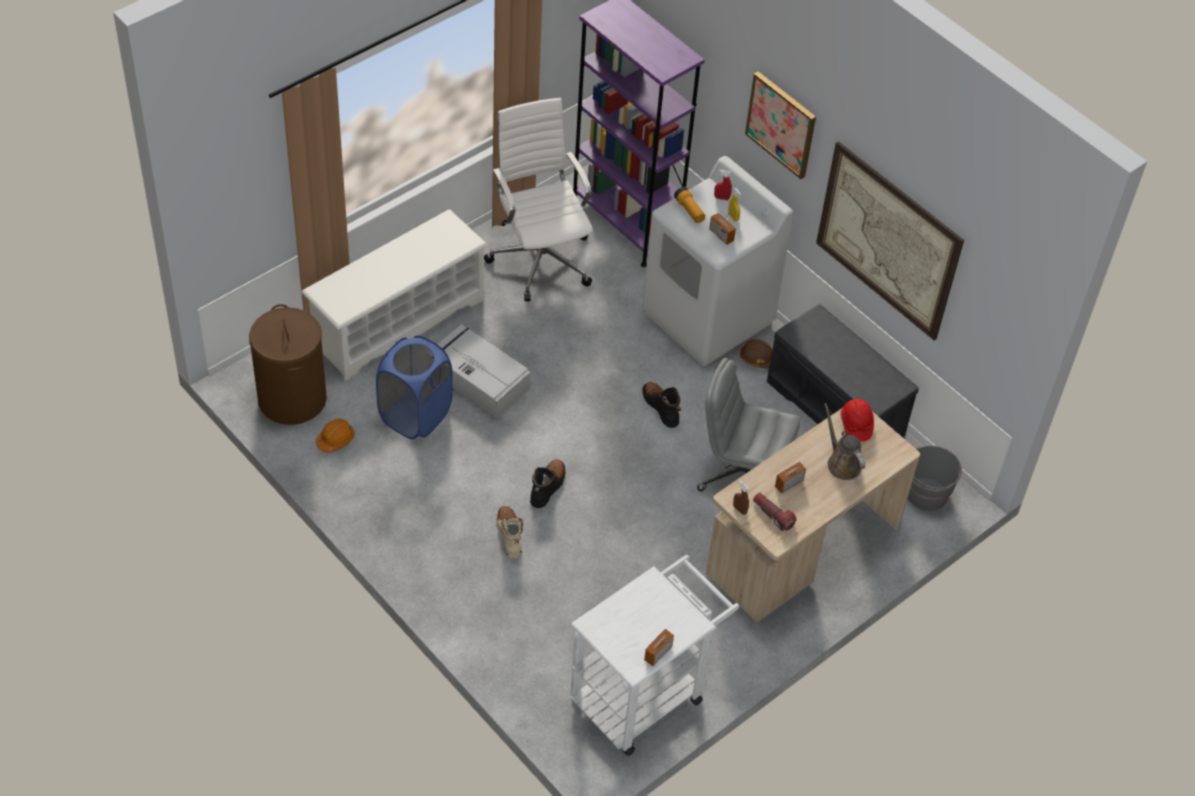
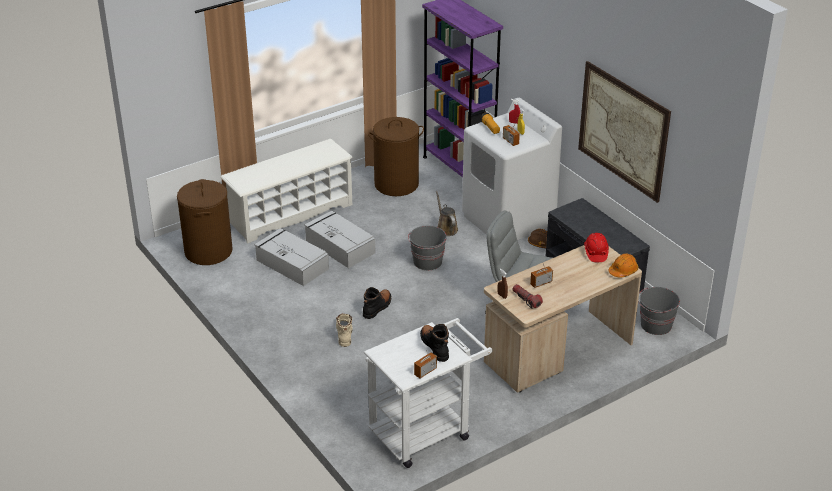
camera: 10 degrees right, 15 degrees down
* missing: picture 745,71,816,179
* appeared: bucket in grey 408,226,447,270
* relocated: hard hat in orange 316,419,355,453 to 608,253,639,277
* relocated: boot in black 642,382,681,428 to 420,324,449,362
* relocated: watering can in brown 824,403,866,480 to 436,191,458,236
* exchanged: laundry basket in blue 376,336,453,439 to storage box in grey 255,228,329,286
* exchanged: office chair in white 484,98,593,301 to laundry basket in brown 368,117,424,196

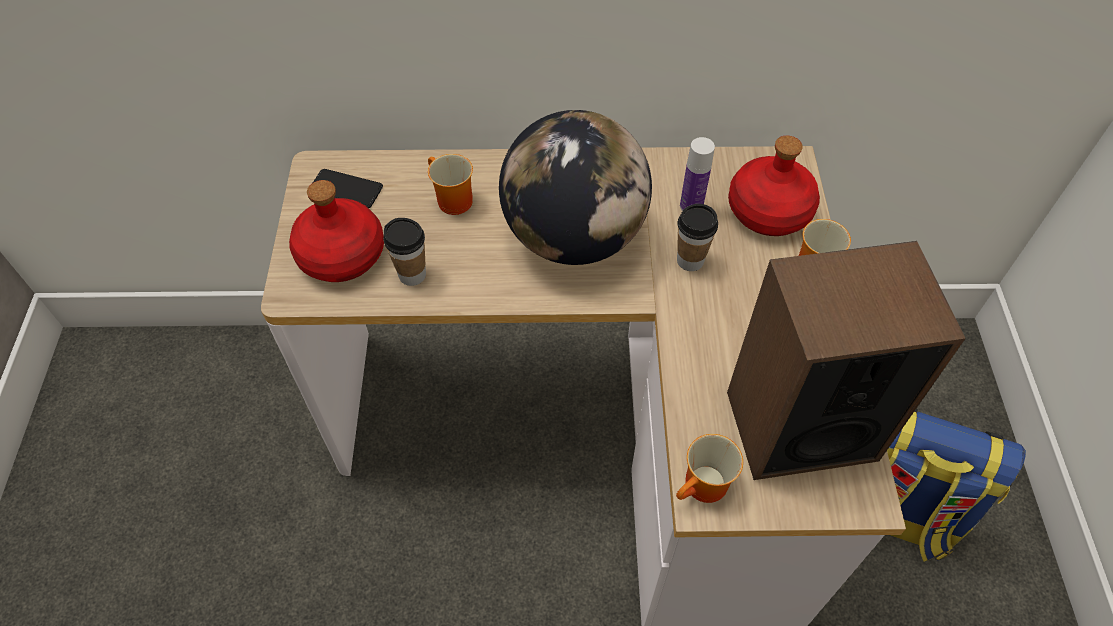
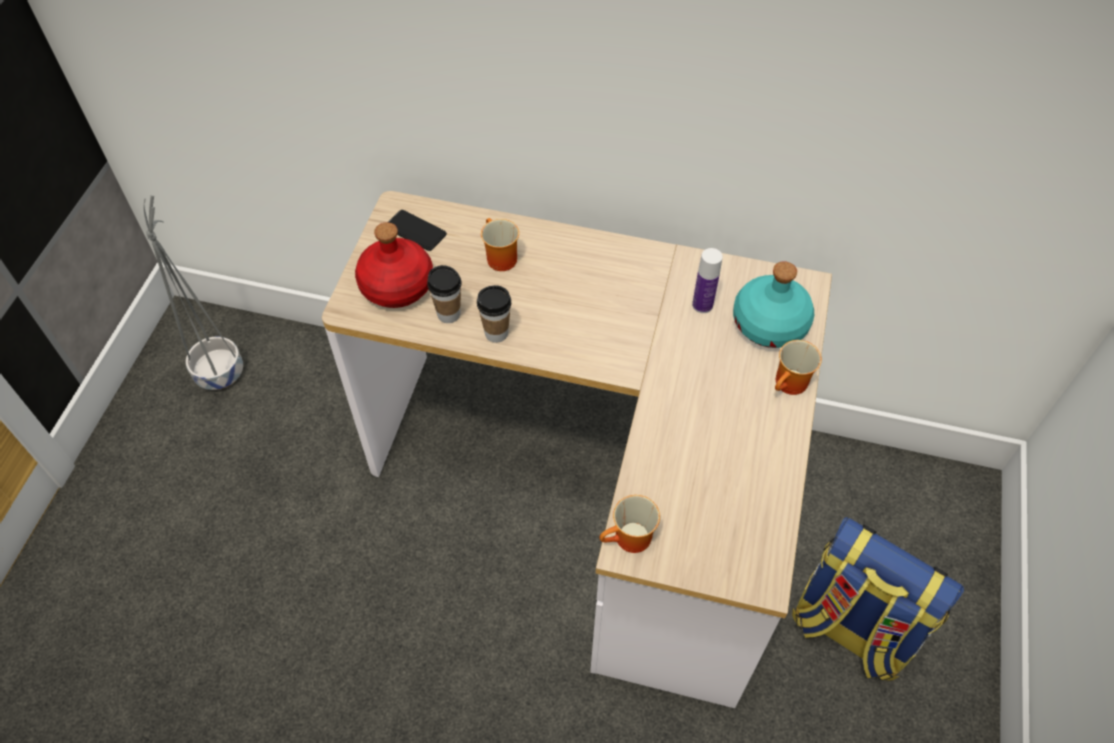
camera: 15 degrees right, 0 degrees up
* missing: globe 499,110,652,265
* missing: speaker 727,241,966,480
* appeared: planter in grey 144,196,243,390
* relocated: cup 677,204,718,271 to 477,285,511,343
* colour: bottle in red 728,136,820,236 to bottle in turquoise 733,261,814,348

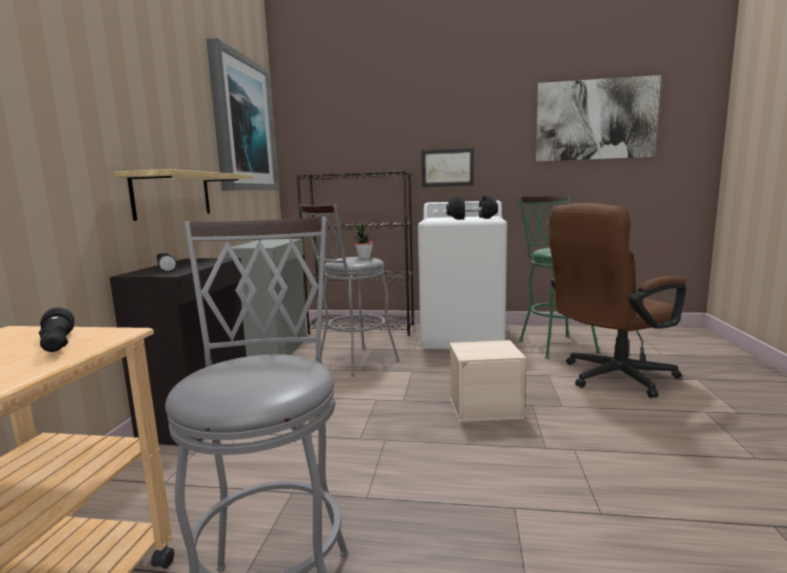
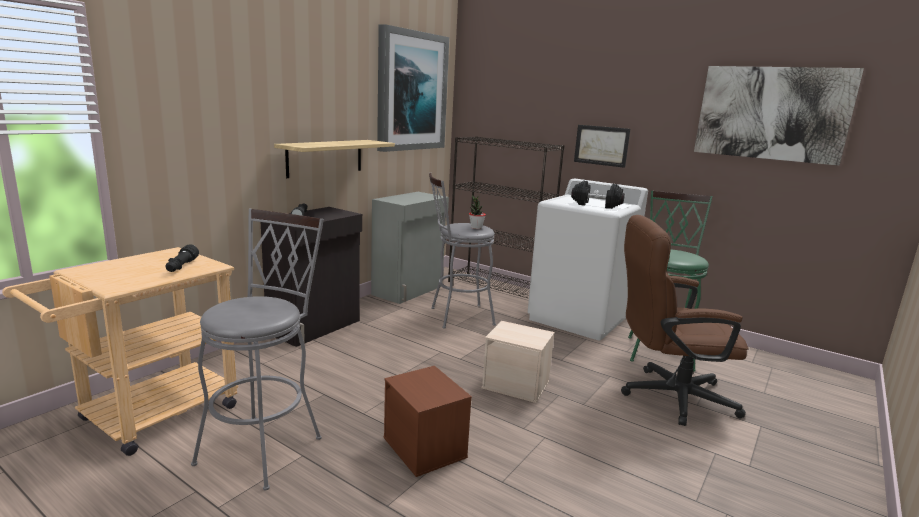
camera: 25 degrees right, 5 degrees up
* appeared: storage box in brown 384,366,472,477

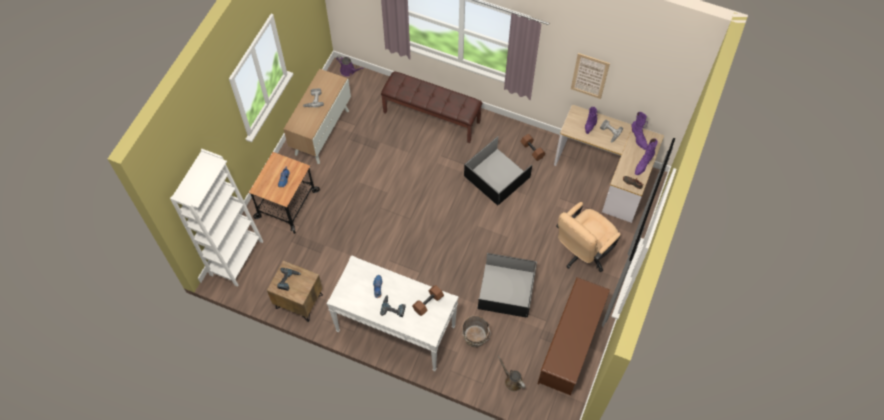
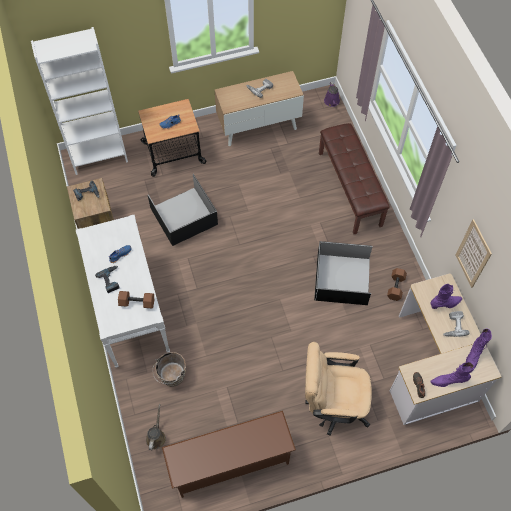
camera: 50 degrees right, 0 degrees up
* relocated: storage box in black 477,253,537,318 to 148,174,218,246

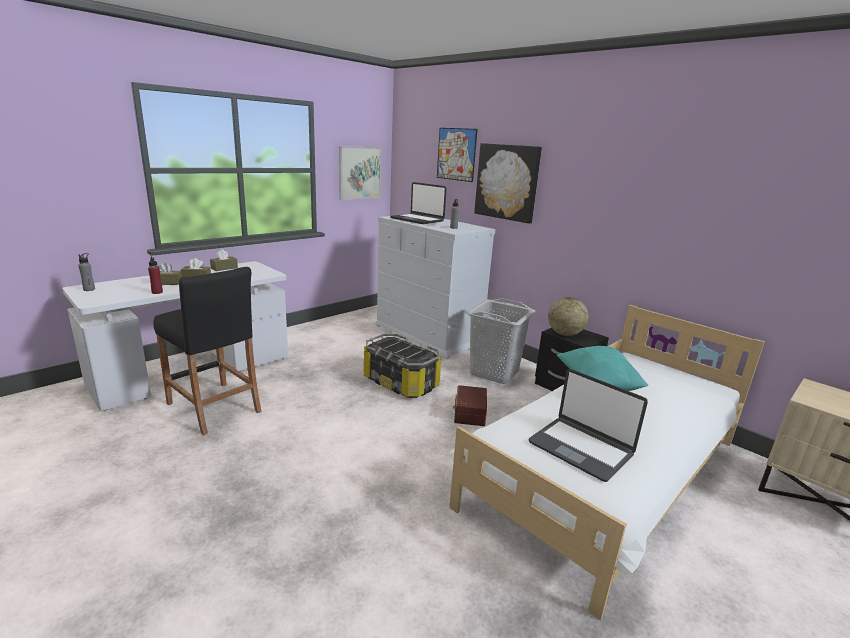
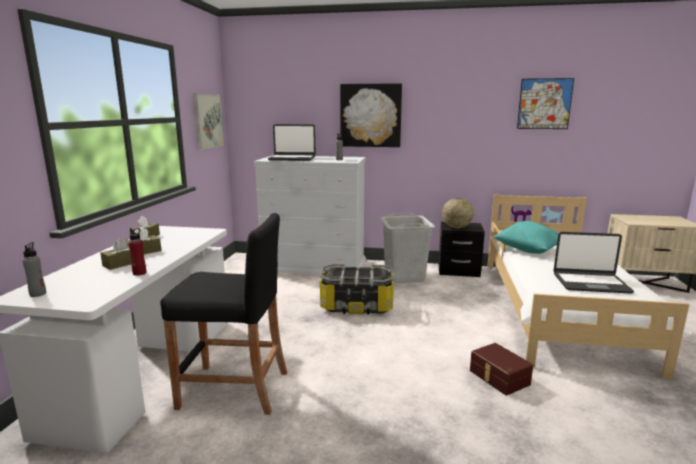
camera: 35 degrees left, 5 degrees down
* relocated: picture 437,128,478,182 to 517,78,574,129
* relocated: storage box in brown 453,385,487,426 to 470,343,533,396

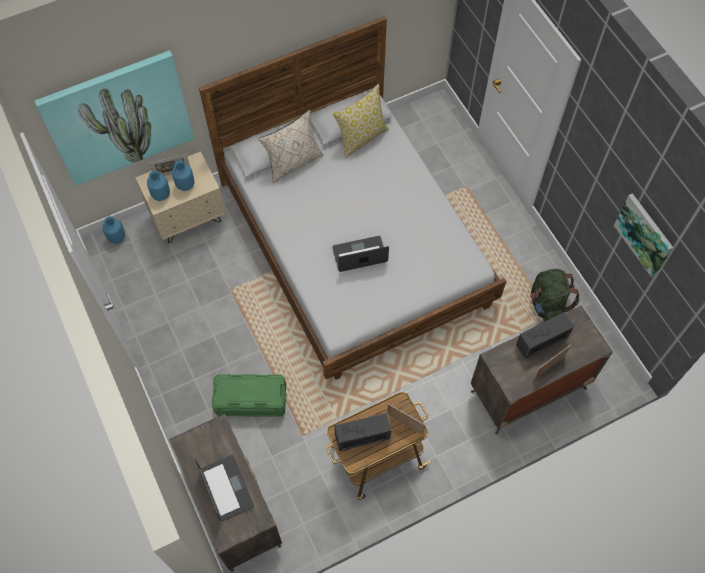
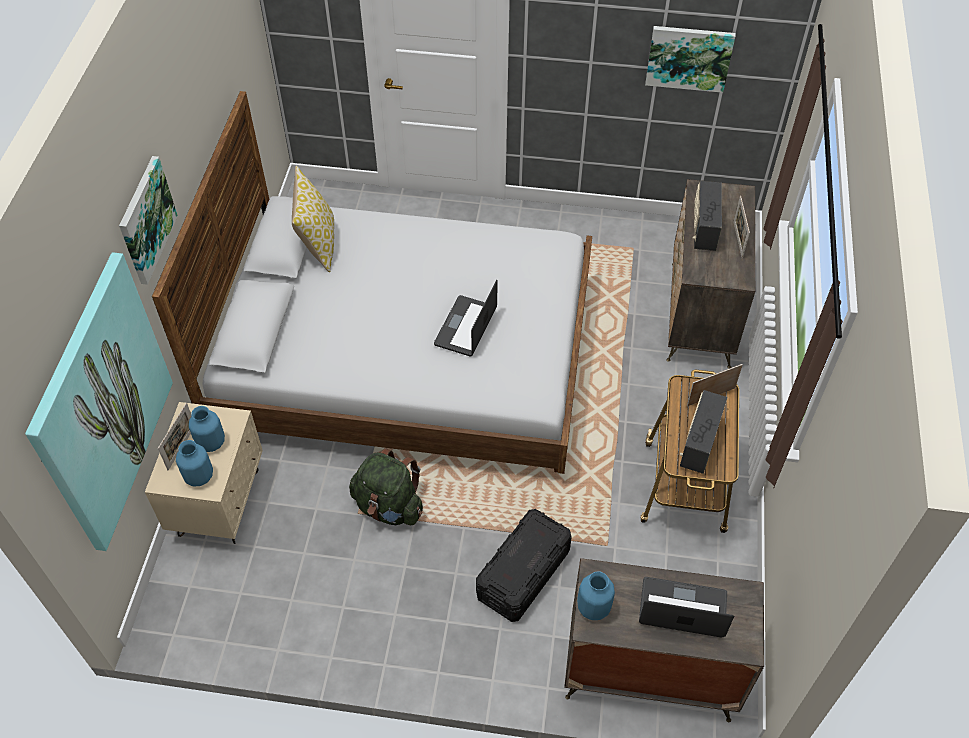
camera: 55 degrees left, 10 degrees down
* missing: pillow in beige 258,110,323,183
* appeared: picture 119,156,178,285
* relocated: vase in blue 103,216,125,244 to 577,571,615,620
* relocated: backpack in green 530,269,580,322 to 349,448,423,525
* colour: storage box in green 212,374,286,417 to storage box in black 476,509,572,622

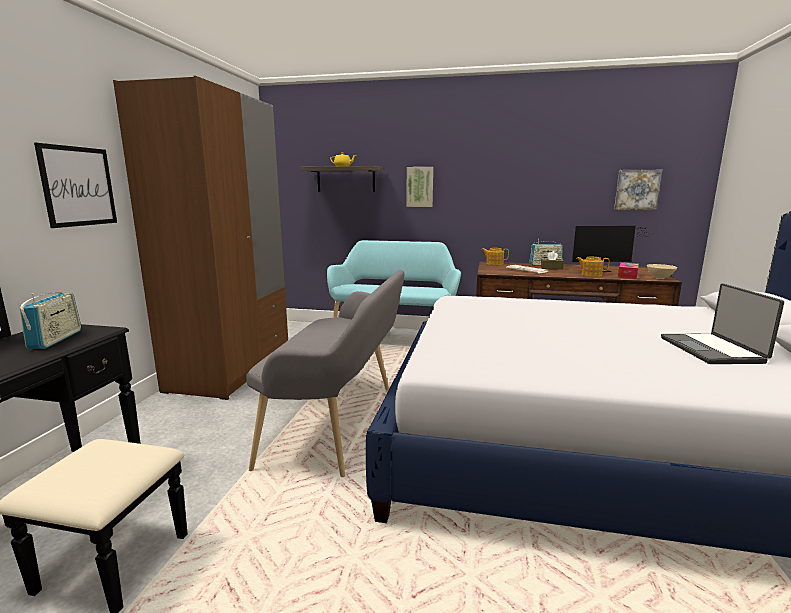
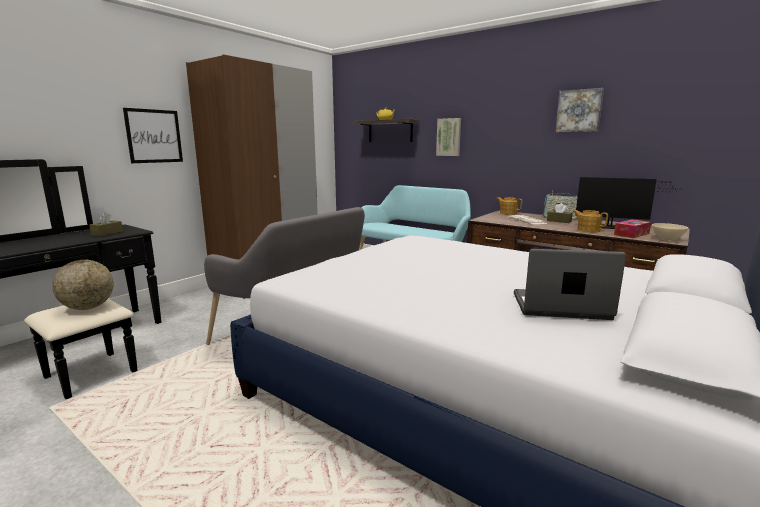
camera: 25 degrees right, 0 degrees up
* appeared: globe 52,260,114,310
* relocated: picture 614,170,662,210 to 555,88,604,132
* exchanged: radio 20,292,81,349 to tissue box in brown 90,213,123,236
* spun: laptop 661,283,784,364 = 514,249,626,320 75 degrees clockwise

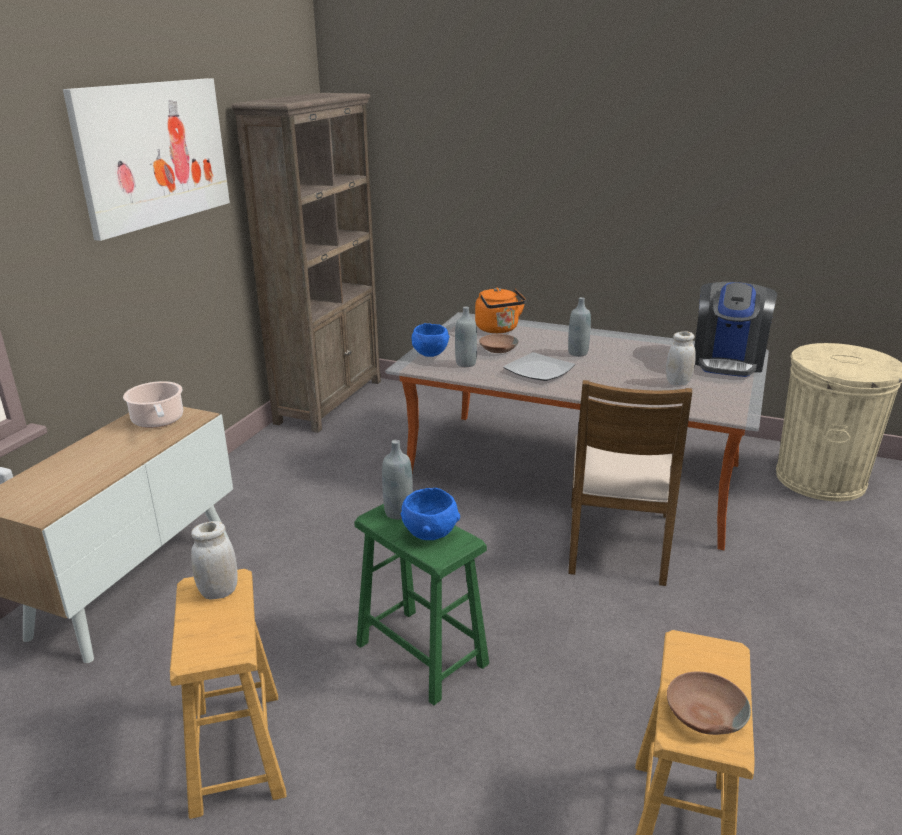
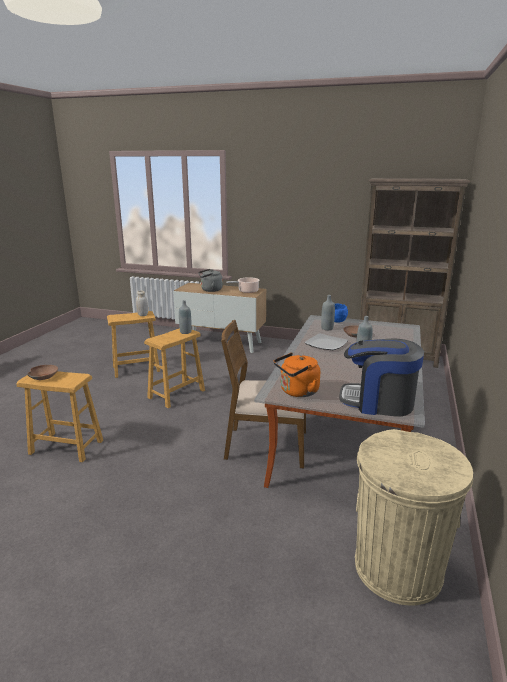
camera: 85 degrees right, 5 degrees down
* missing: picture 63,78,230,241
* missing: bowl in blue 401,488,460,540
* missing: jar in white 666,331,696,385
* appeared: kettle in grey 198,269,223,292
* relocated: kettle in orange 475,288,526,333 to 274,353,320,397
* colour: stool in green 354,504,489,705 to stool in brown 144,328,205,408

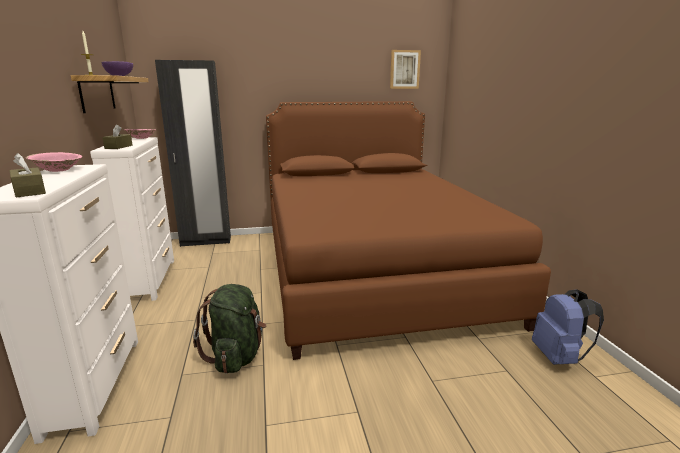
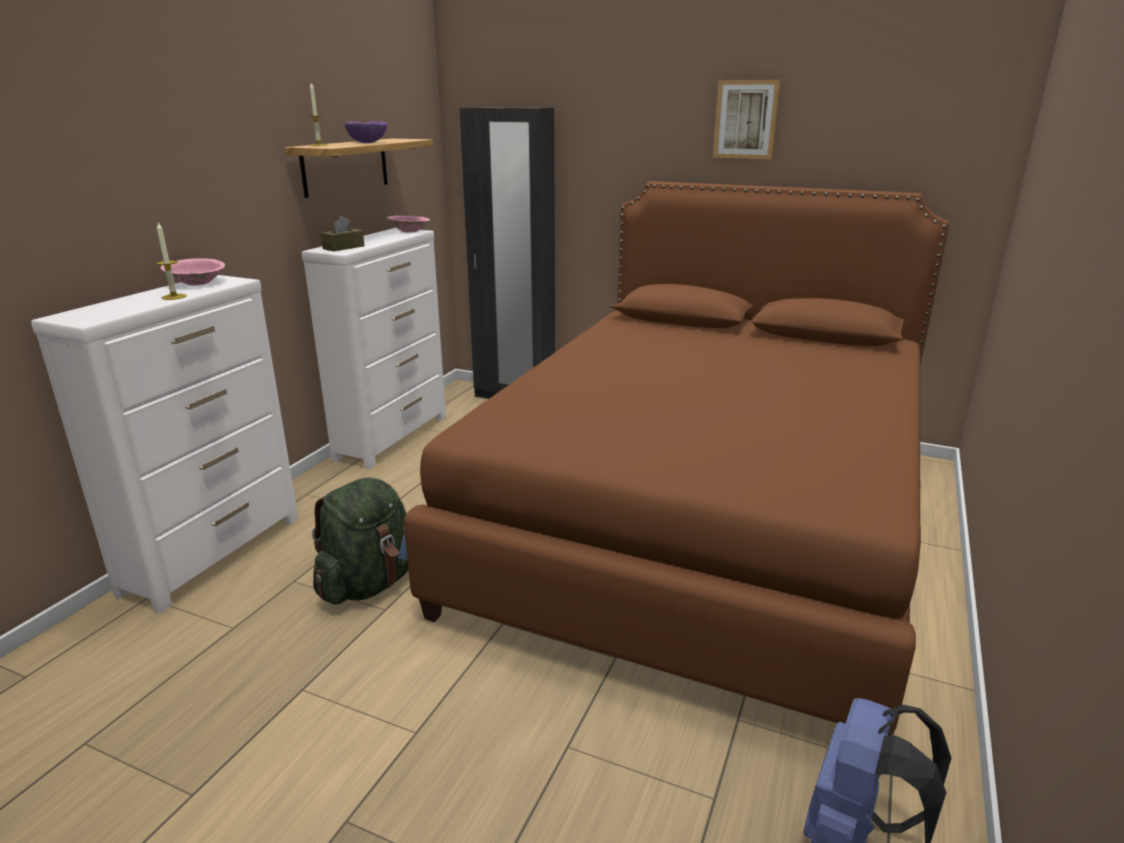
camera: 35 degrees right, 5 degrees up
* missing: tissue box in brown 10,153,46,198
* appeared: candle 156,223,187,300
* relocated: picture 390,50,421,89 to 713,80,781,159

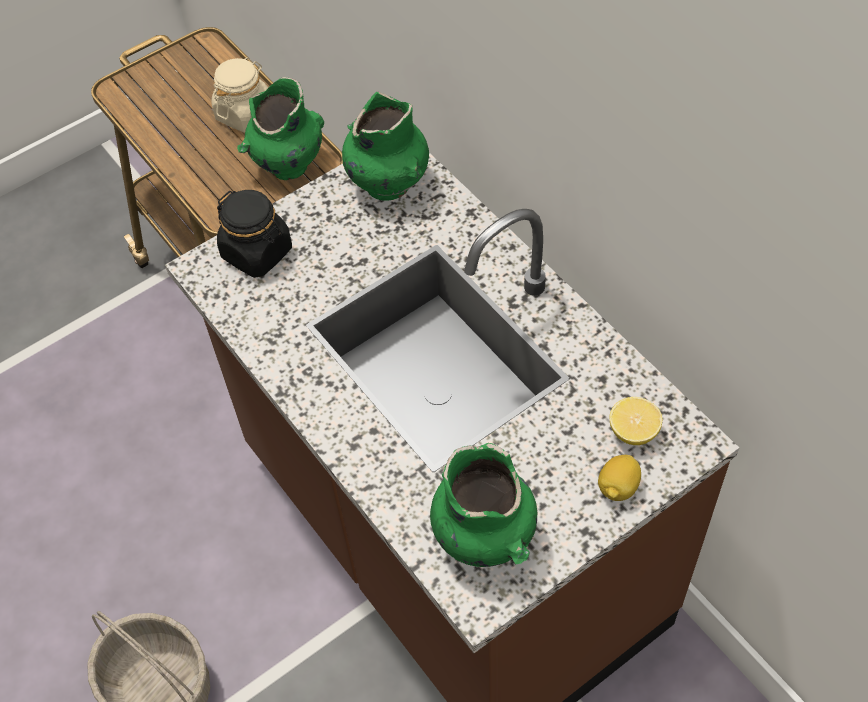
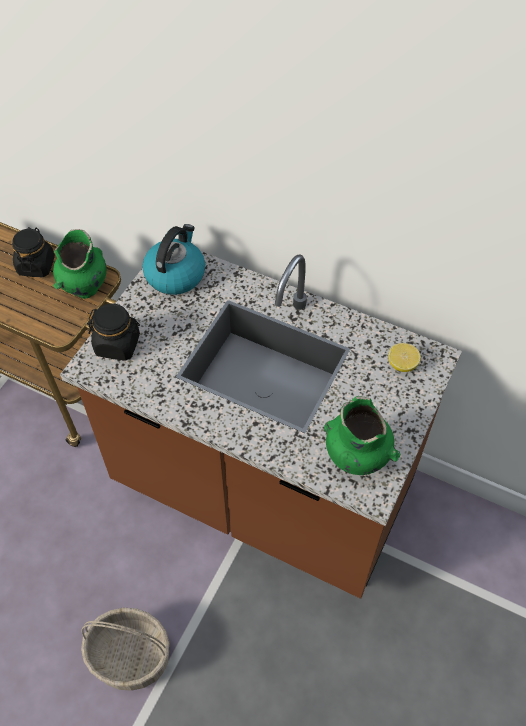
camera: 30 degrees left, 0 degrees up
* missing: lemon 598,455,641,501
* exchanged: vase in green 342,92,429,201 to kettle 142,224,205,295
* colour: jar in beige 211,57,268,133 to jar in black 12,227,55,277

